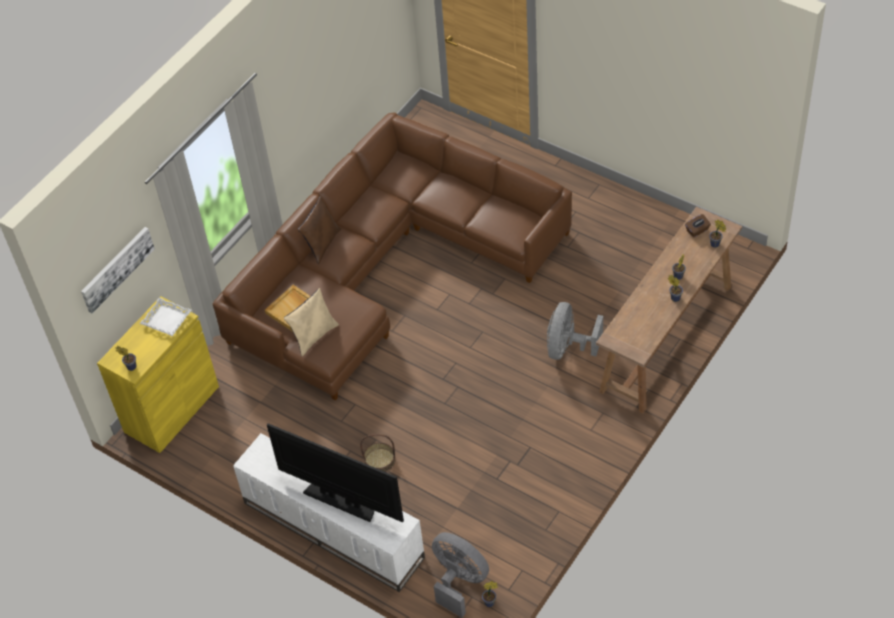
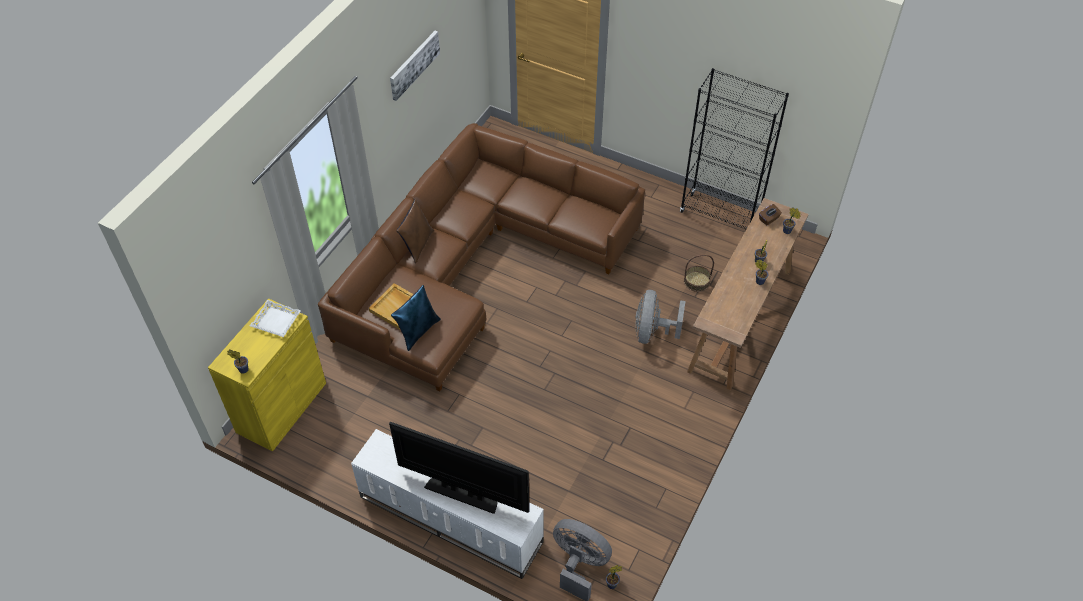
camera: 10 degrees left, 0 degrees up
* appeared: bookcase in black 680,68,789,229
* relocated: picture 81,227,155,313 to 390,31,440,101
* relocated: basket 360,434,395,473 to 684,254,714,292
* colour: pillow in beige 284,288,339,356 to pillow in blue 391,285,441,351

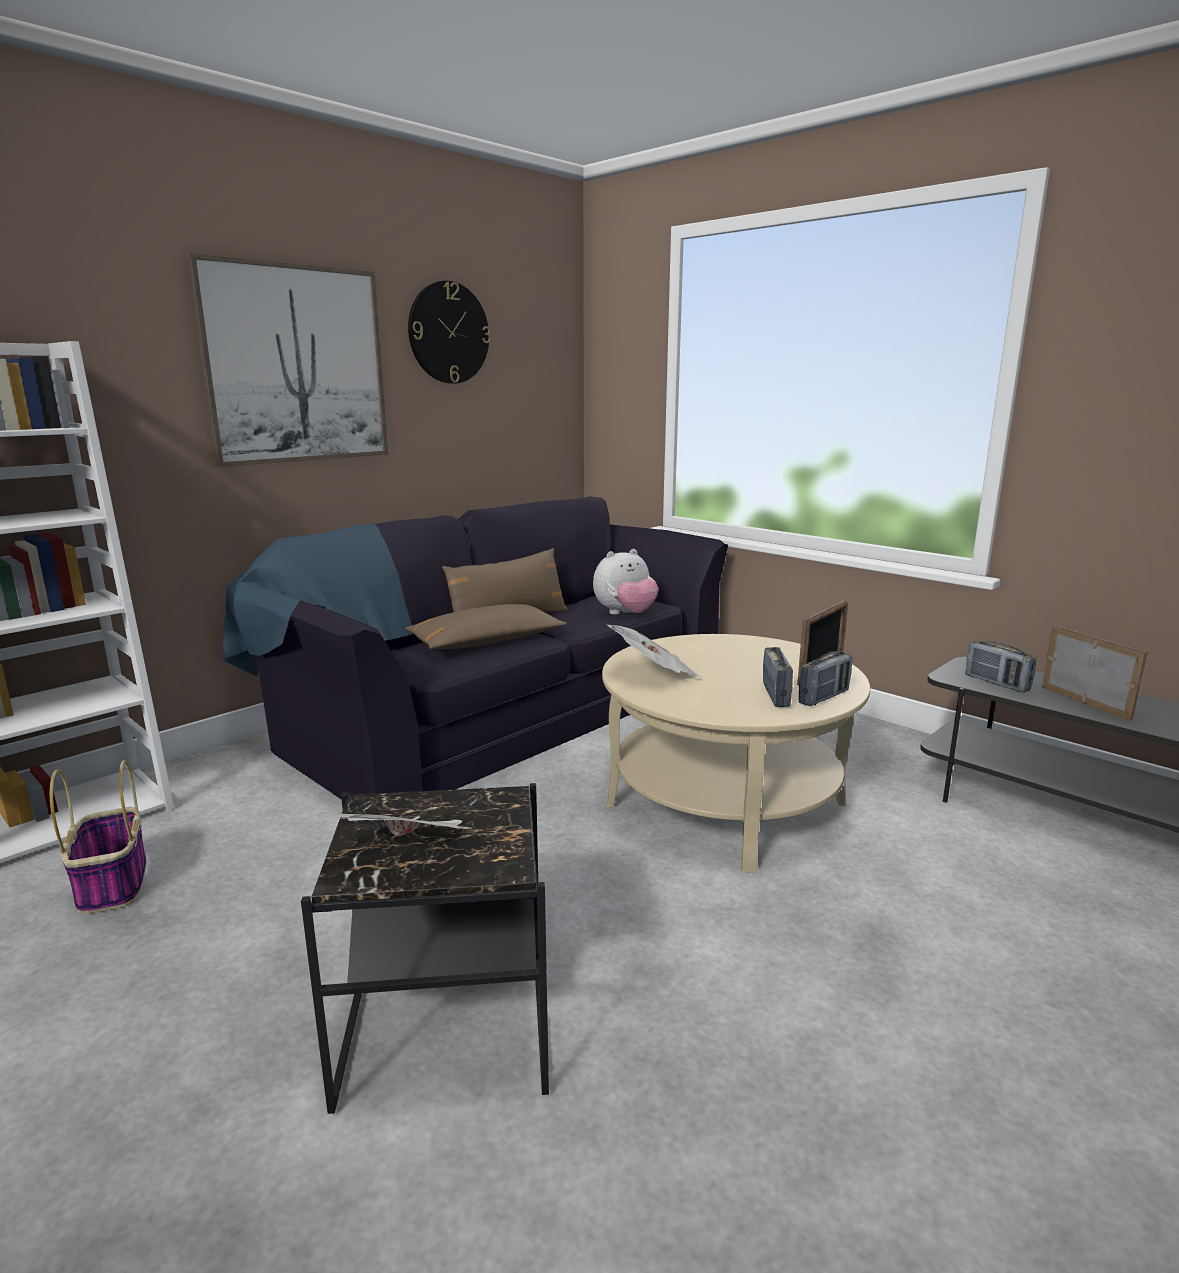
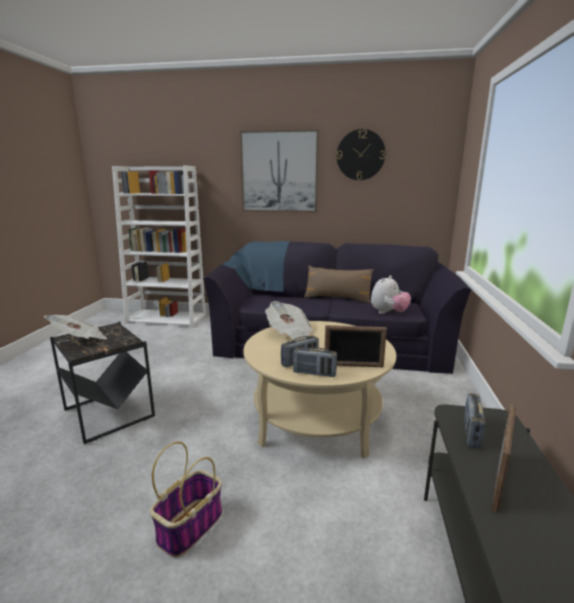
camera: 55 degrees right, 0 degrees up
* missing: pillow in brown 405,604,567,649
* relocated: basket 50,760,146,914 to 150,441,222,558
* spun: plush toy 593,549,659,615 = 371,275,411,314 75 degrees counterclockwise

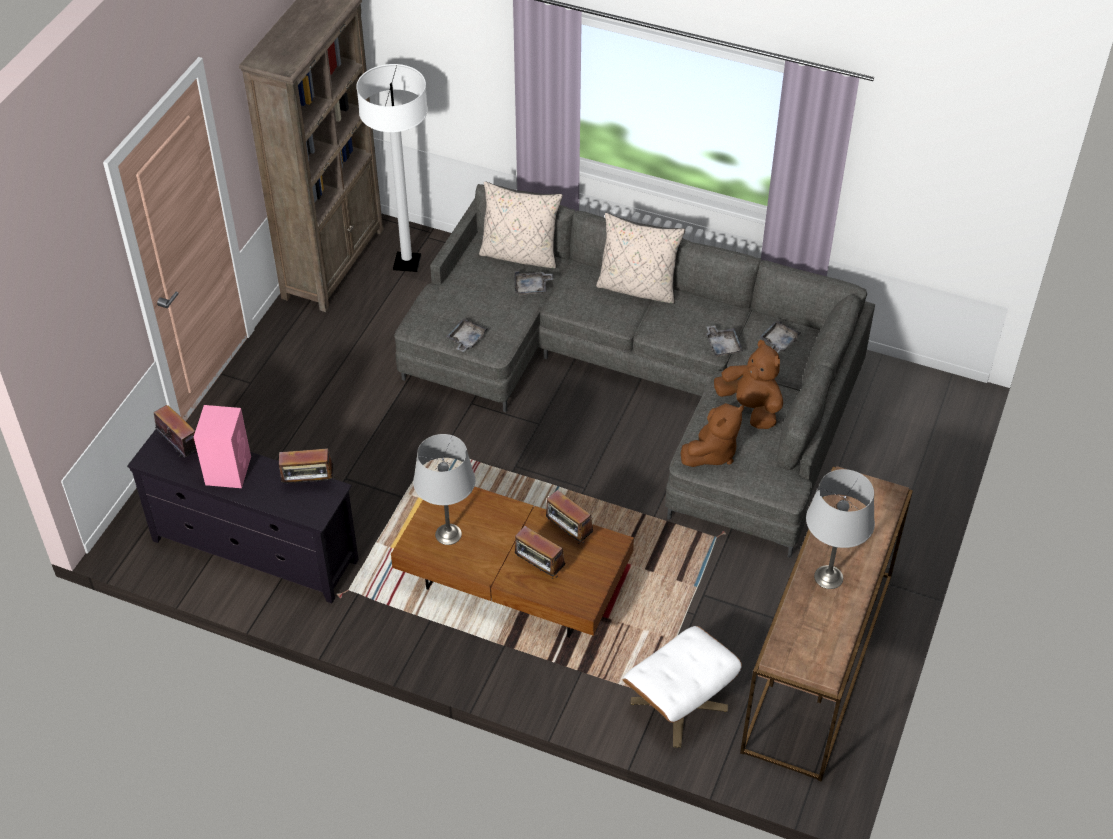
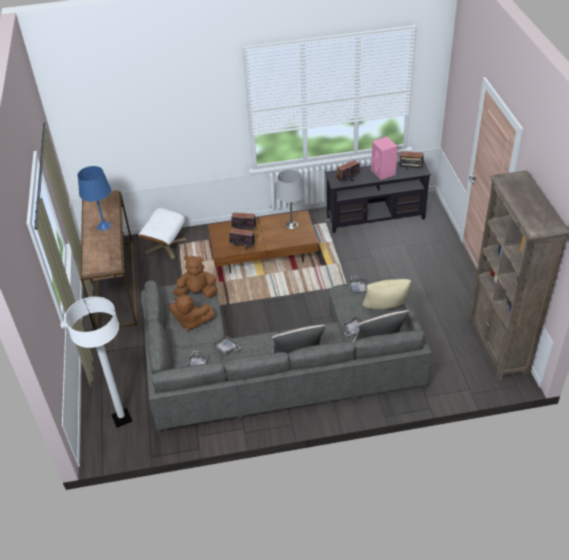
camera: 150 degrees right, 5 degrees down
* appeared: pillow in beige 362,279,411,310
* relocated: floor lamp in white 356,64,428,272 to 65,297,132,428
* colour: table lamp in grey 806,469,875,589 to table lamp in blue 78,166,111,231
* spun: plush toy in brown 681,403,744,467 = 173,256,218,298 75 degrees clockwise

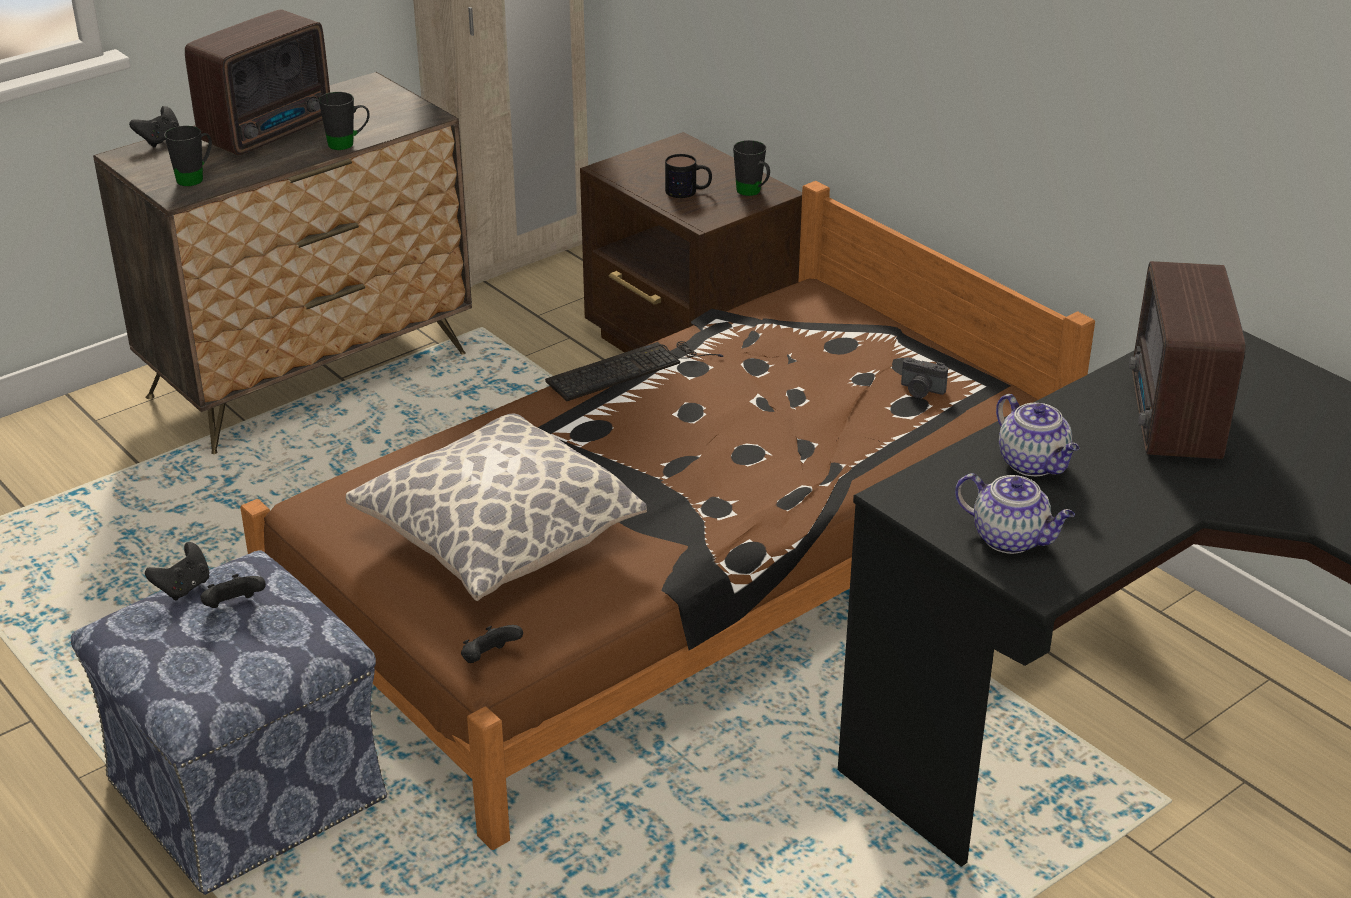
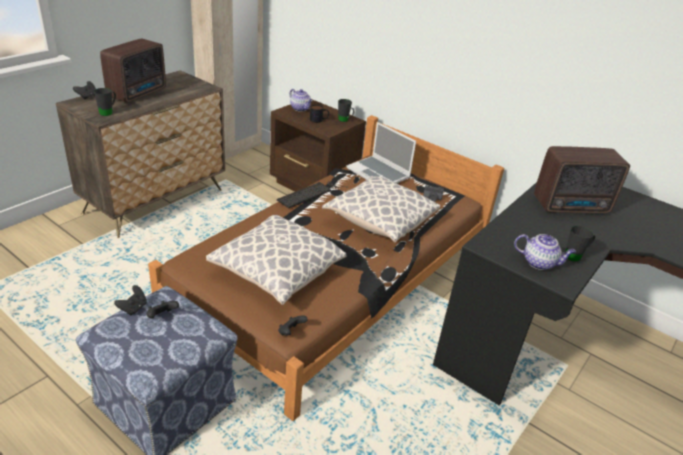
camera: 15 degrees left, 0 degrees up
* appeared: pillow 322,176,440,243
* appeared: laptop 346,122,416,184
* relocated: mug in black 319,92,370,150 to 565,225,595,262
* relocated: teapot 996,394,1079,476 to 290,89,313,112
* spun: radio 1129,261,1246,459 = 534,146,630,214 90 degrees counterclockwise

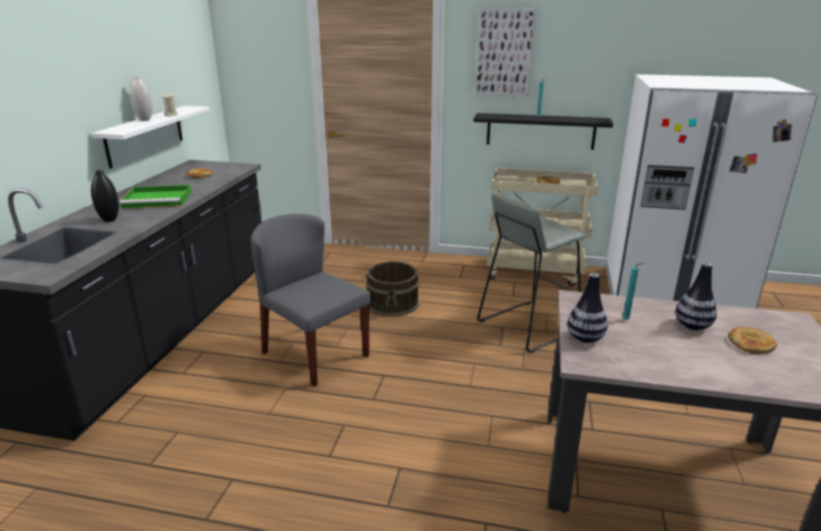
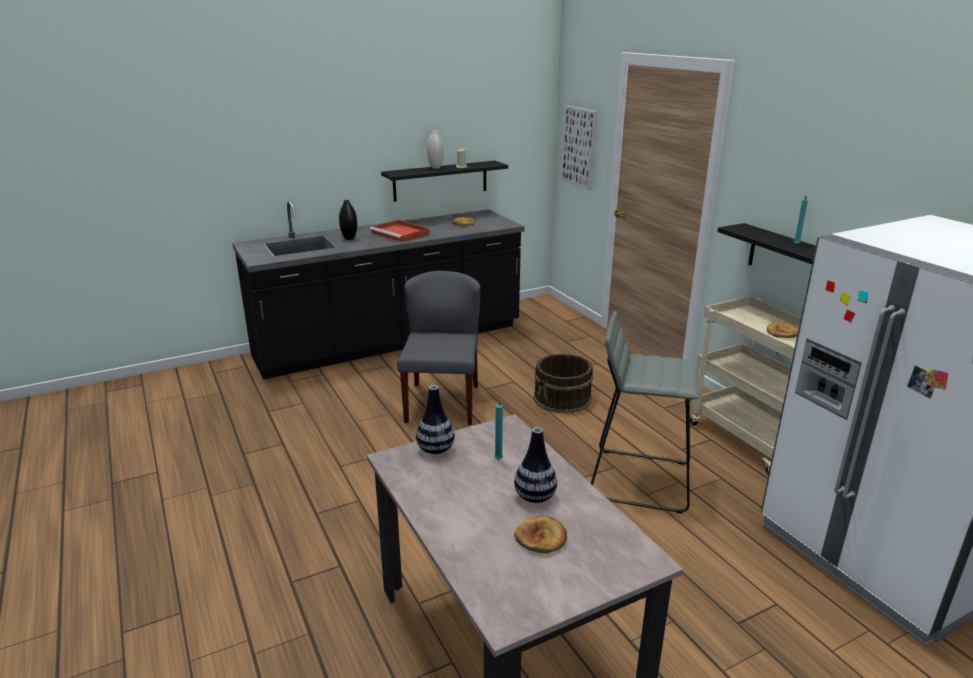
camera: 50 degrees right, 0 degrees up
* relocated: picture 475,8,537,97 to 562,106,597,190
* colour: shelf in white 91,106,210,168 to shelf in black 381,161,508,202
* colour: tray in green 120,185,191,209 to tray in red 370,220,430,243

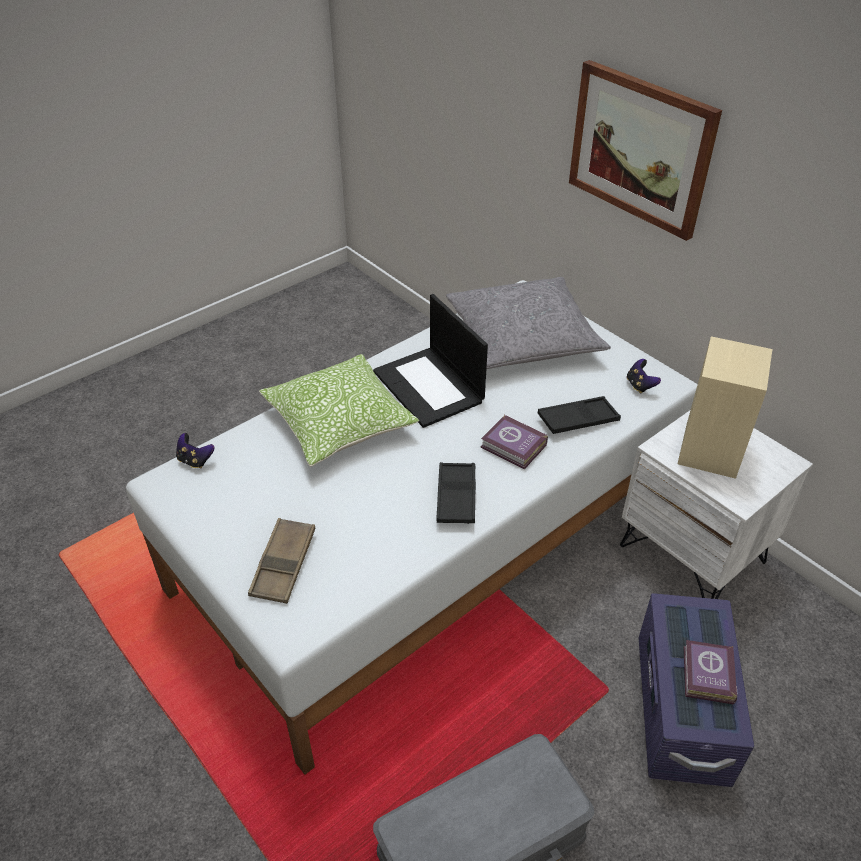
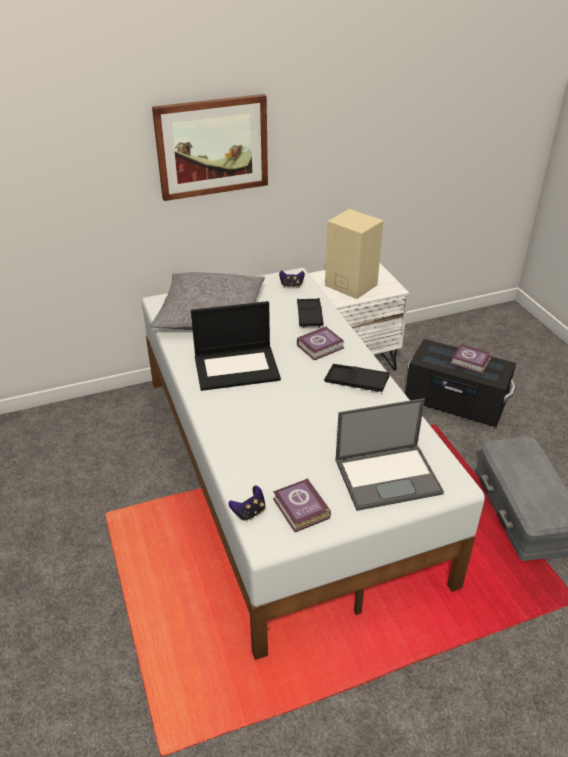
camera: 70 degrees left, 5 degrees down
* missing: pillow 259,354,419,467
* appeared: book 273,478,331,532
* exchanged: tray in brown 248,518,315,604 to laptop 336,398,444,511
* colour: storage box in purple 639,593,754,787 to storage box in black 405,339,516,427

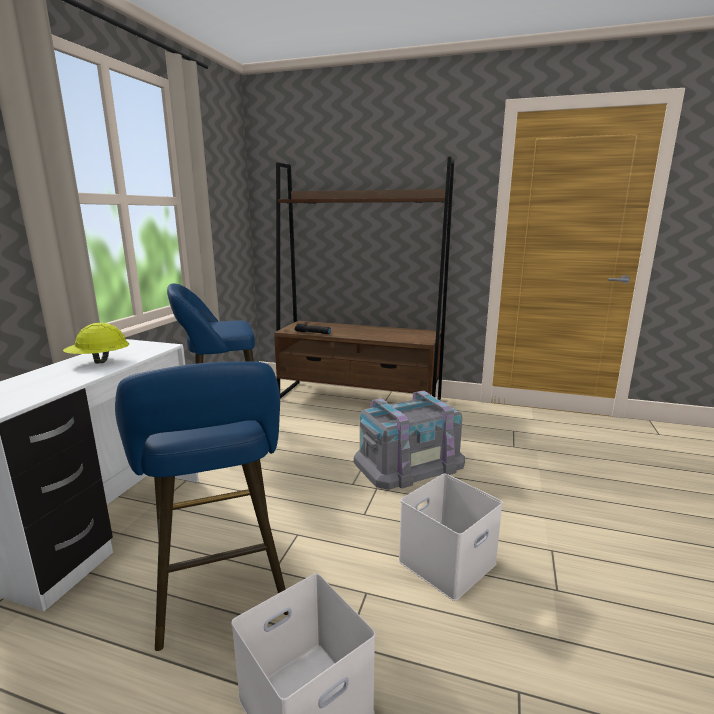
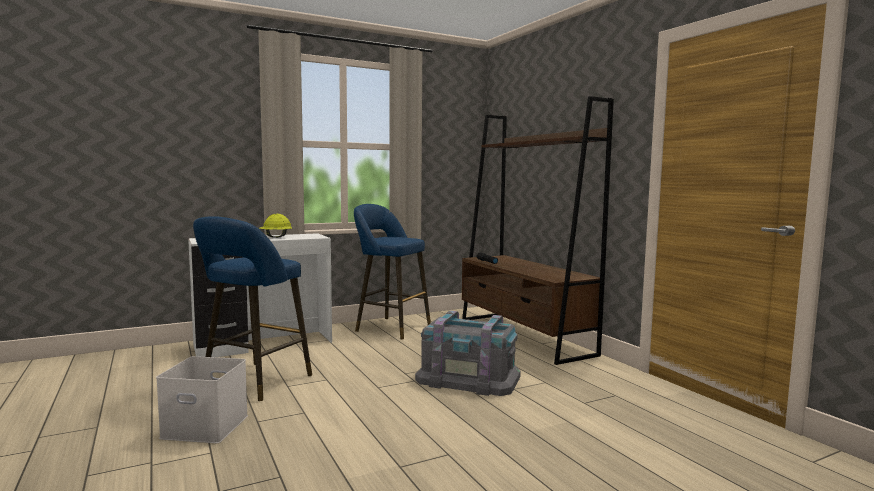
camera: 45 degrees right, 10 degrees down
* missing: storage box in white 398,474,503,601

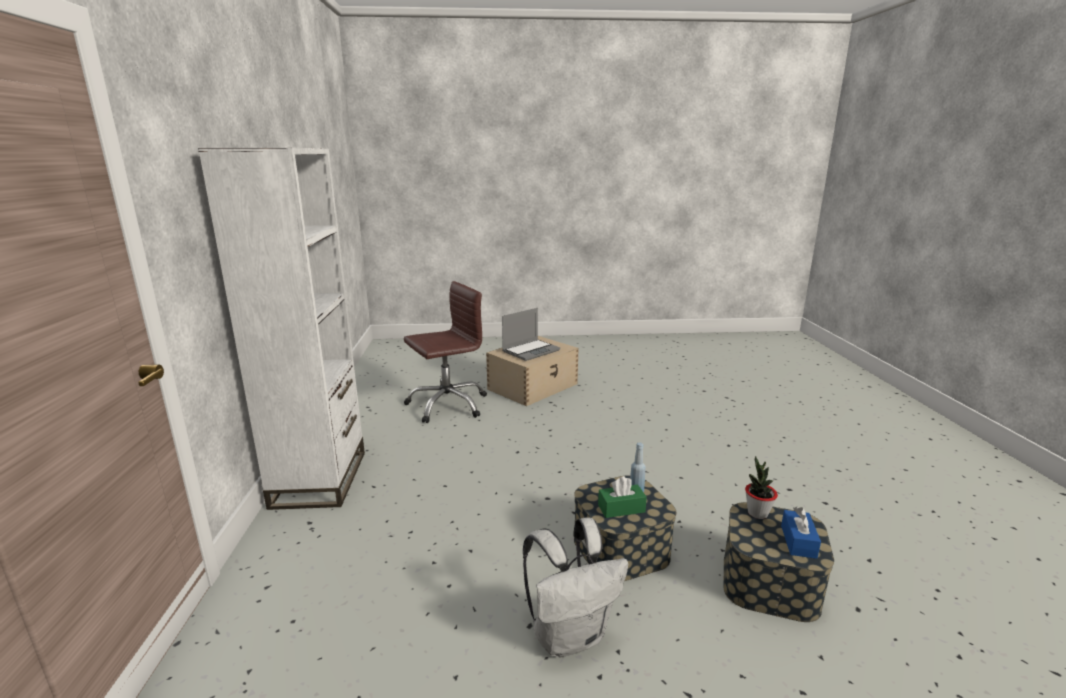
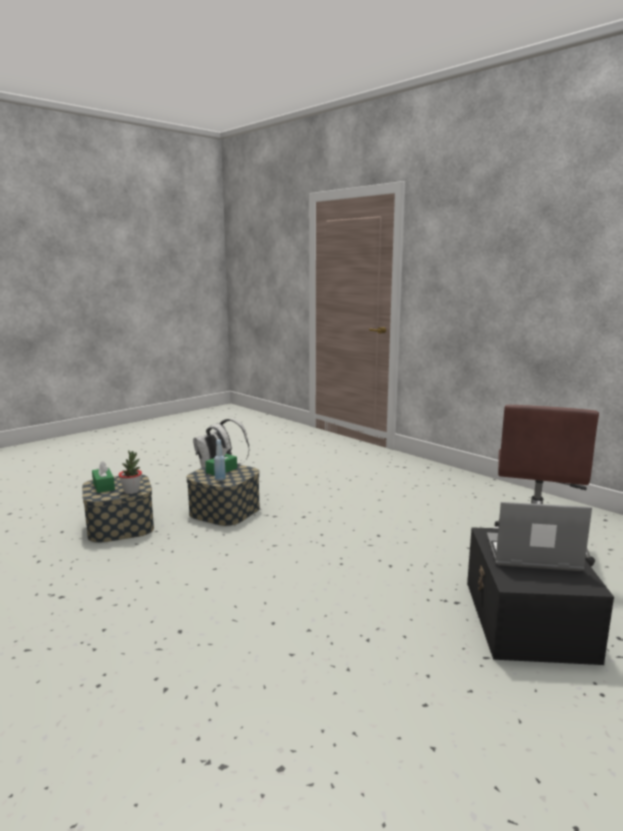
camera: 140 degrees right, 5 degrees down
* missing: bookcase in white 198,148,365,510
* colour: storage box in beige 486,336,579,406 to storage box in black 467,527,614,665
* colour: tissue box in blue 781,507,821,559 to tissue box in green 92,461,115,493
* spun: laptop 502,308,560,361 = 487,502,592,571 90 degrees clockwise

